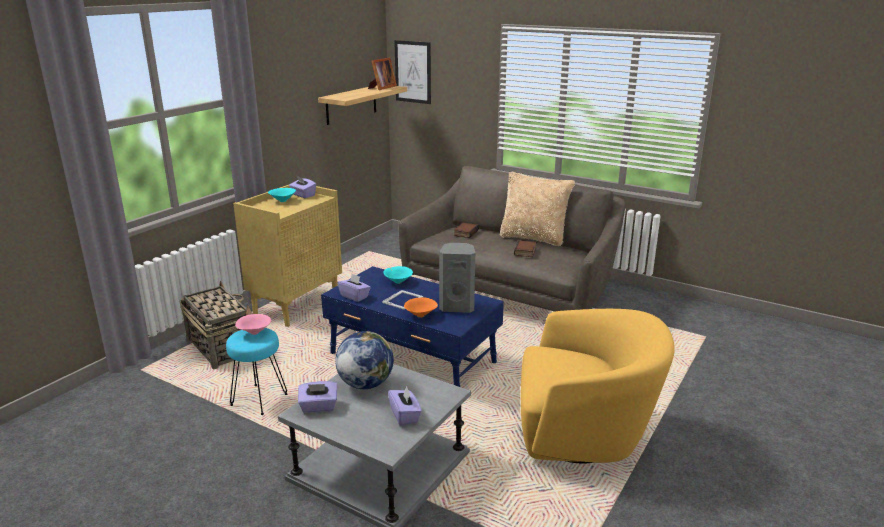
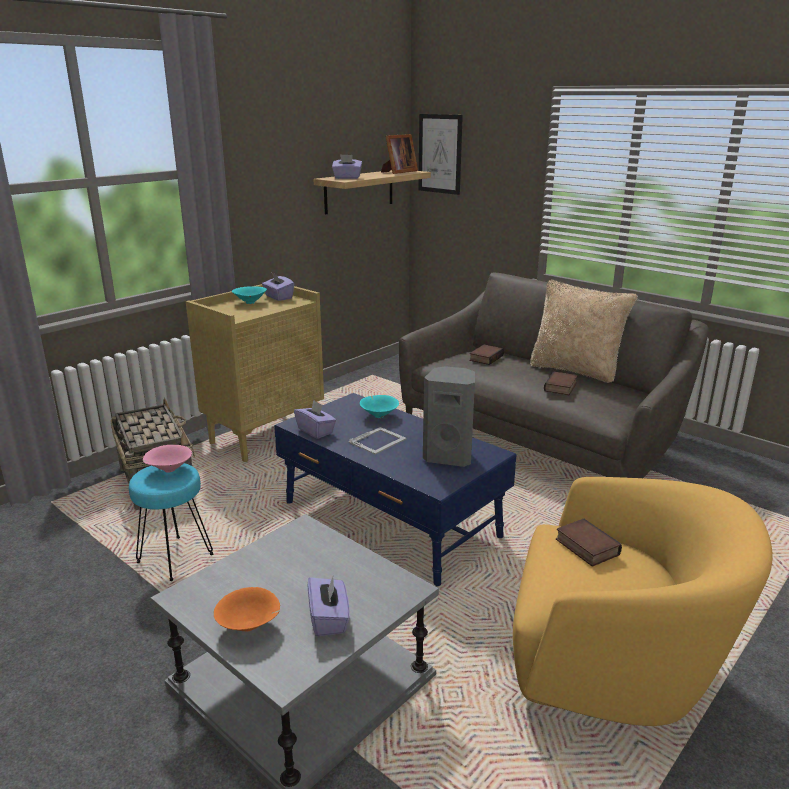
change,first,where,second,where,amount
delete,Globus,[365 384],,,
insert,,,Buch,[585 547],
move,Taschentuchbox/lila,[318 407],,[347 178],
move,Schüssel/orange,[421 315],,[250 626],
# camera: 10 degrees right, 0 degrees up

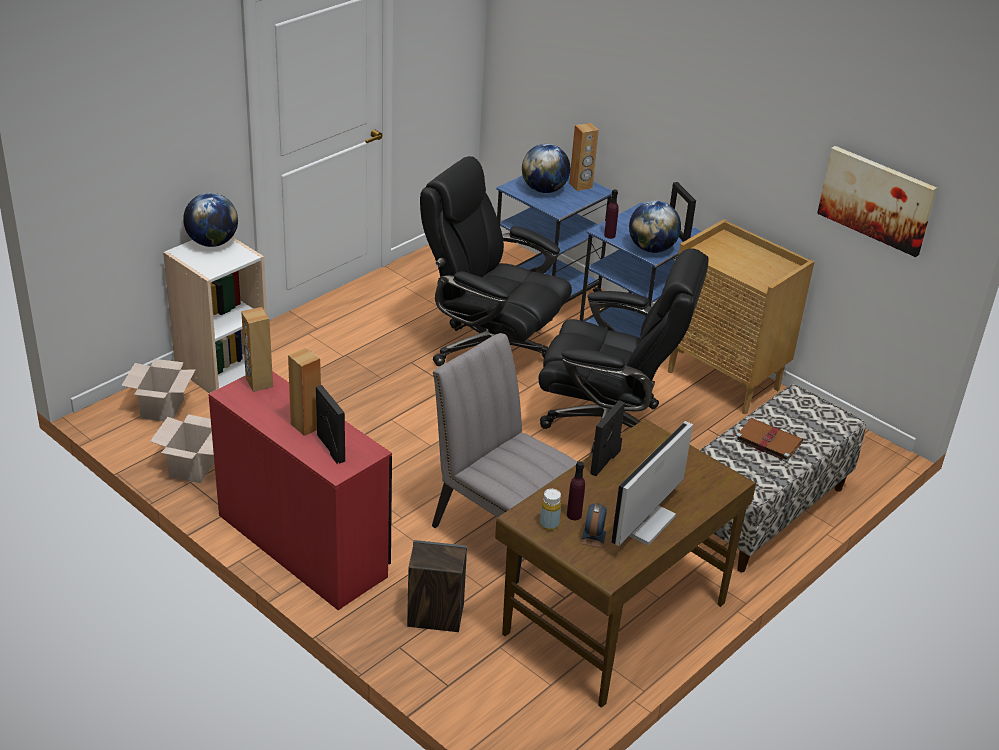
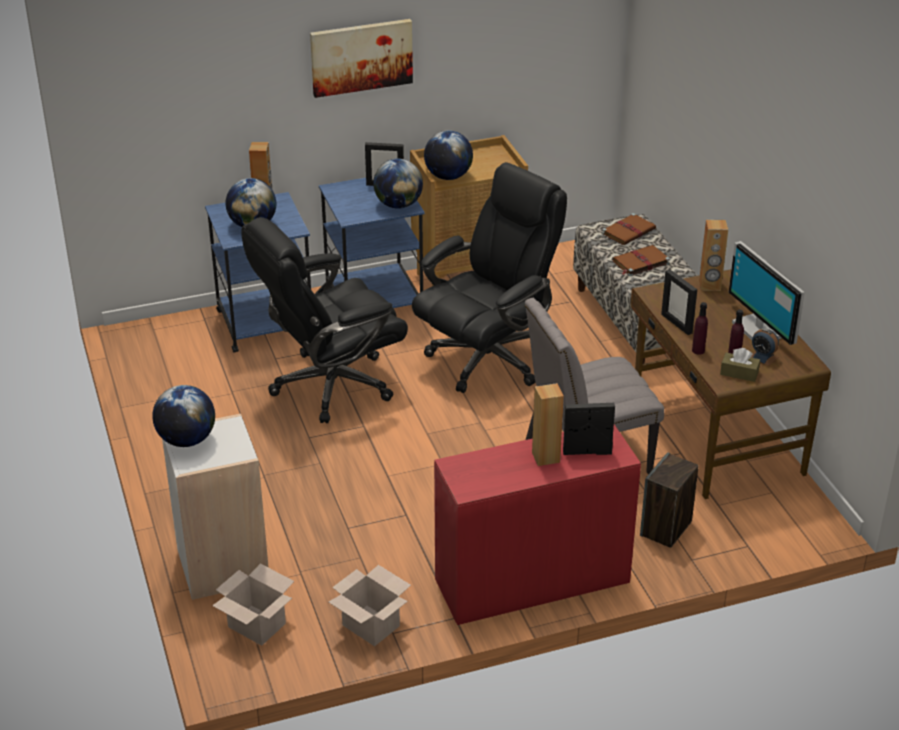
change,first,where,second,where,amount
insert,,,Globus,[448 177],
insert,,,Buch/braun,[629 231],
move,Lautsprecher/braun,[259 383],,[710 286],
move,Flasche/lila,[609 235],,[698 350],
move,Bild,[876 199],,[361 57],
replace,Flasche/gelb,[549 524],Taschentuchbox/braun,[739 373],
# camera: 60 degrees left, 0 degrees up

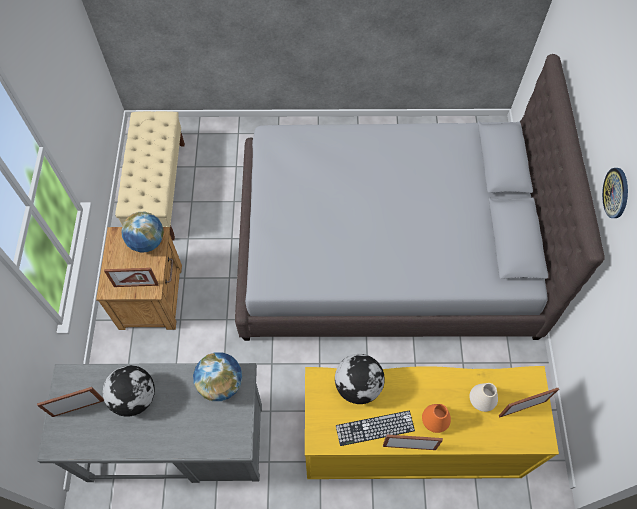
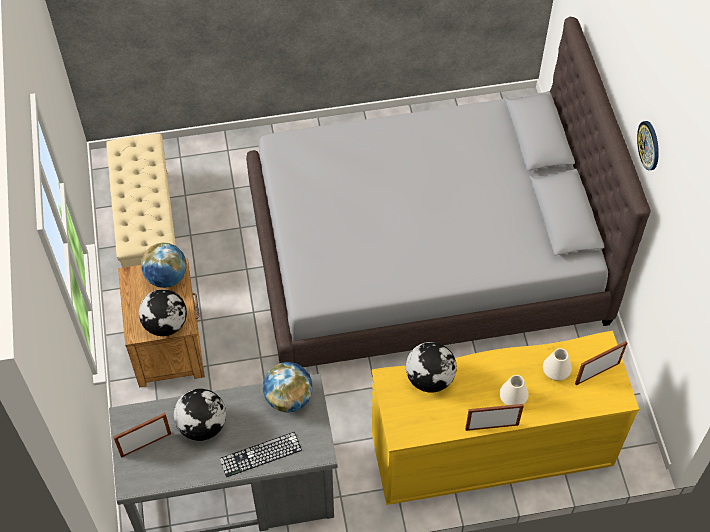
change,first,where,second,where,amount
move,Tastatur,[375 428],,[260 454],
replace,Bilderrahmen,[136 285],Globus,[166 324],
recolor,Vase/orange,[434 421],Vase/weiß,[512 398],
# camera: 10 degrees left, 5 degrees down

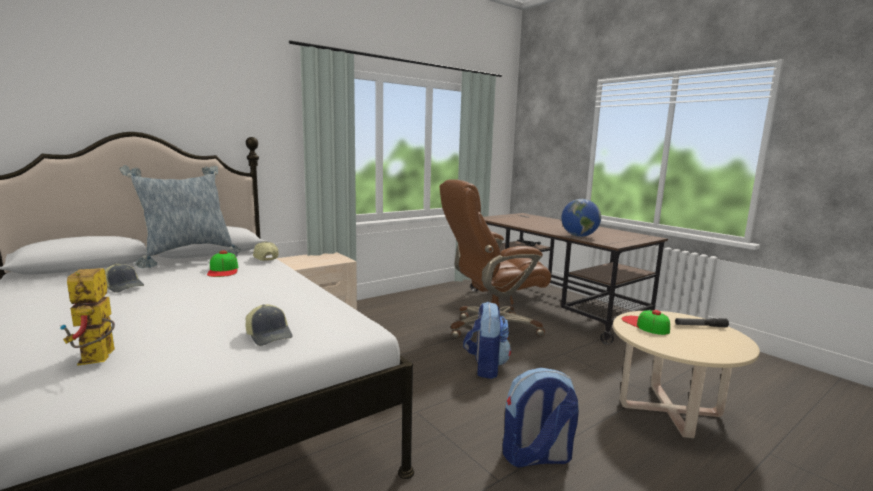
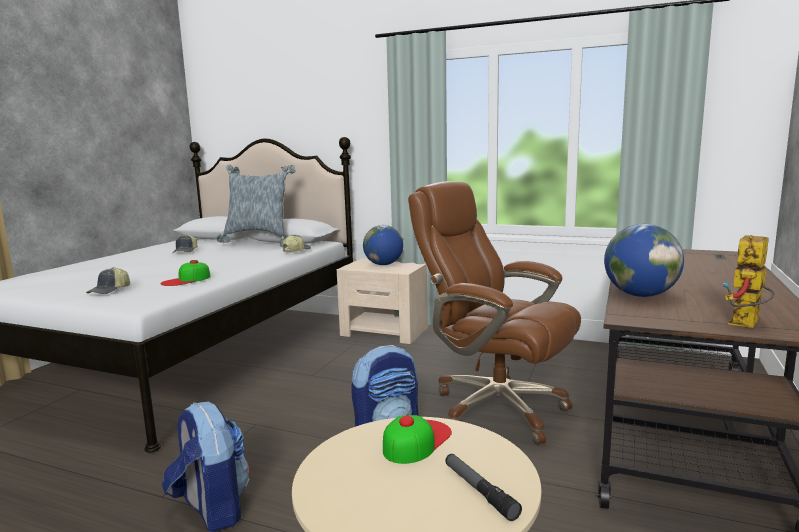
change,first,where,second,where,amount
insert,,,Globus,[383 264],
move,Spielzeugroboter,[98 360],,[746 325],
move,Kappe,[223 270],,[186 280],
# camera: 60 degrees right, 0 degrees up

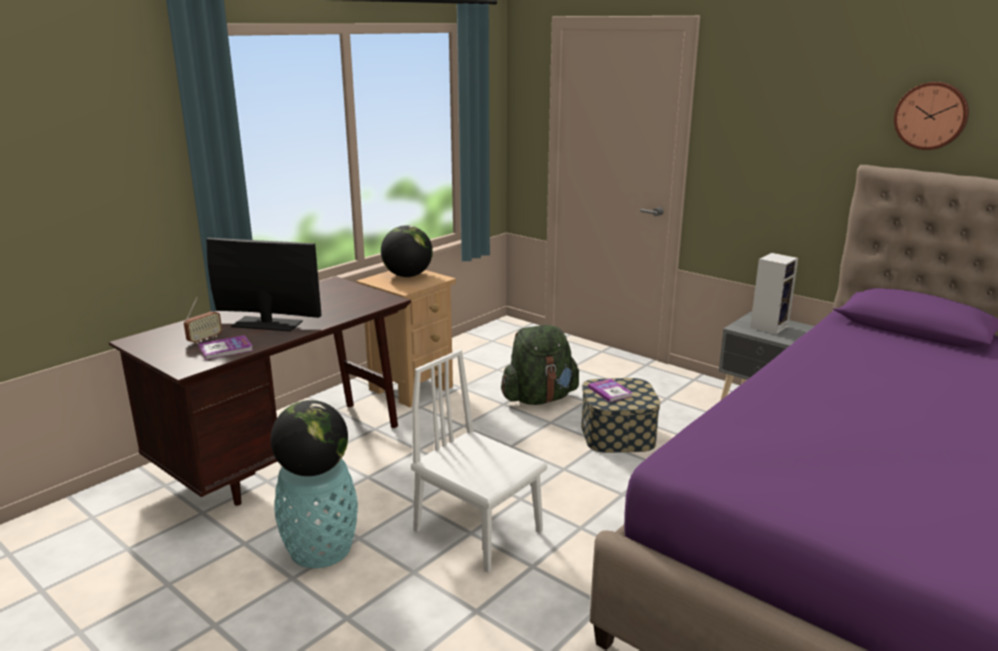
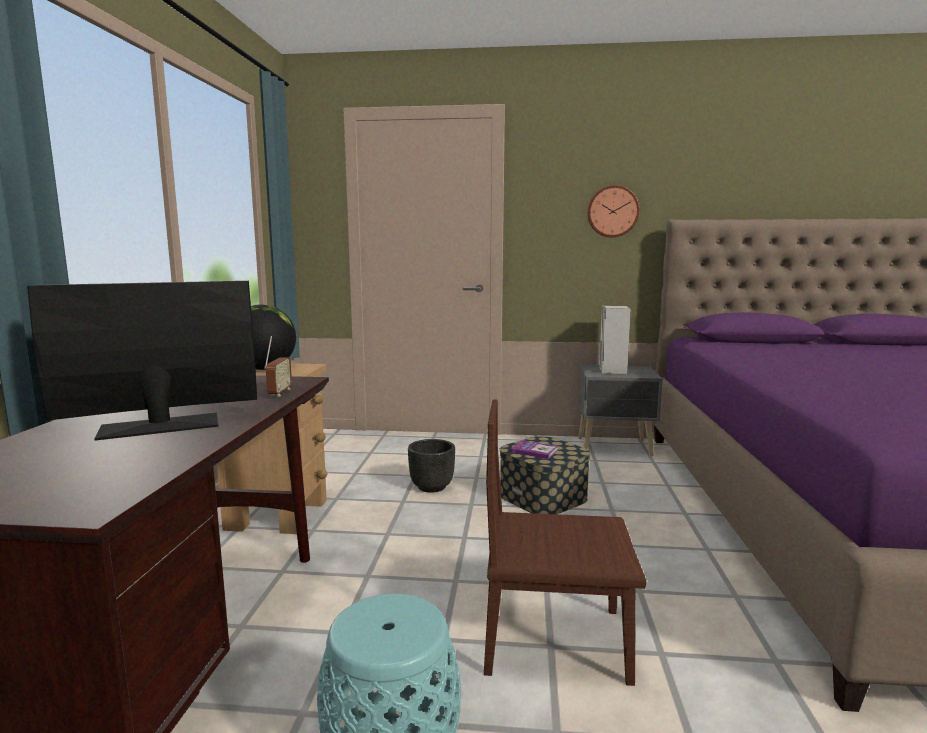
change,first,where,second,where,amount
delete,Buch,[226 349],,,
delete,Globus,[312 470],,,
move,Radio,[204 339],,[279 392],
move,Wanduhr,[931 115],,[612 211],
replace,Rucksack/grün,[539 398],Pflanzkübel/schwarz,[431 487],
recolor,Stuhl/weiß,[478 531],Stuhl/braun,[555 640],
# camera: 35 degrees left, 10 degrees down

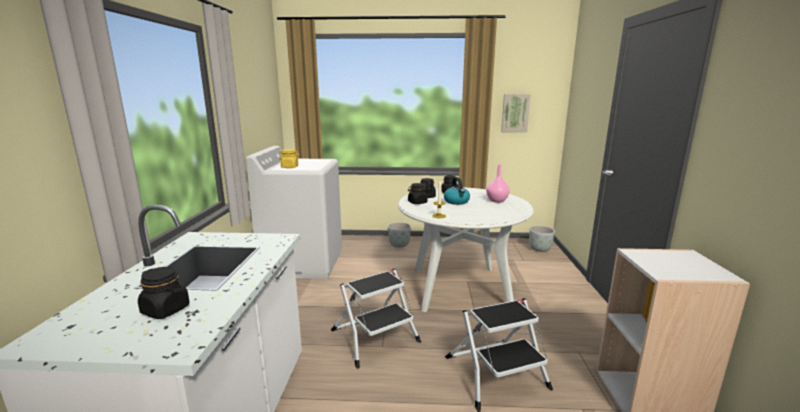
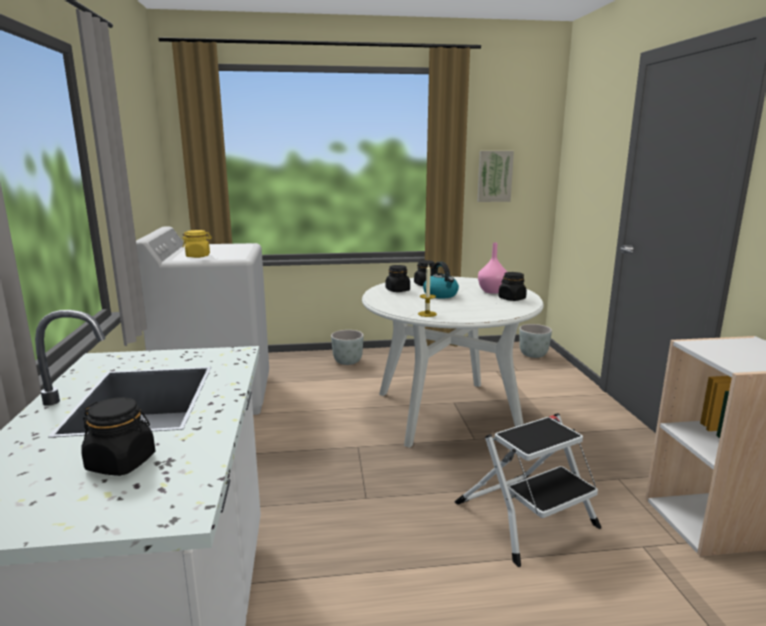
change,first,where,second,where,amount
delete,Trittleiter,[374 337],,,
move,Vorratsglas/schwarz,[417 202],,[511 299],
# camera: 10 degrees left, 0 degrees up

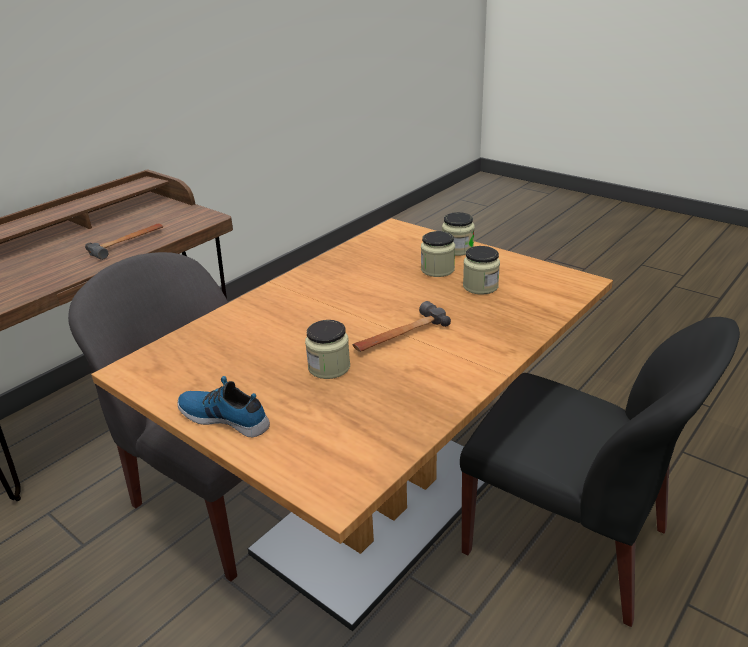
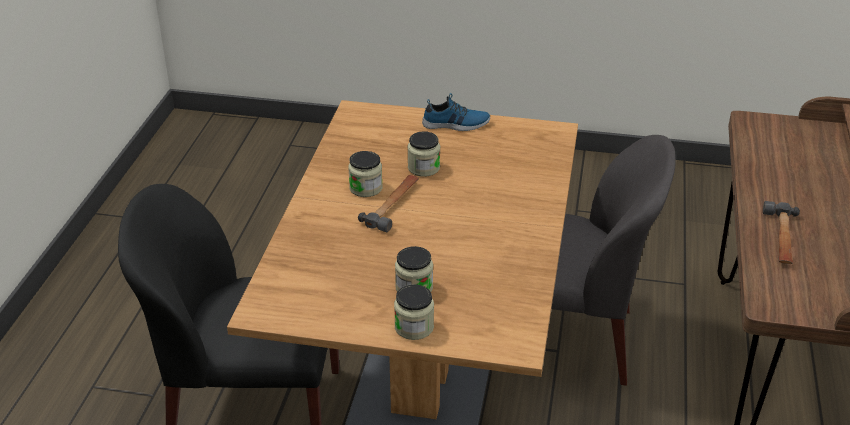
change,first,where,second,where,amount
move,Vorratsglas,[480 286],,[366 188],
# camera: 150 degrees right, 5 degrees up

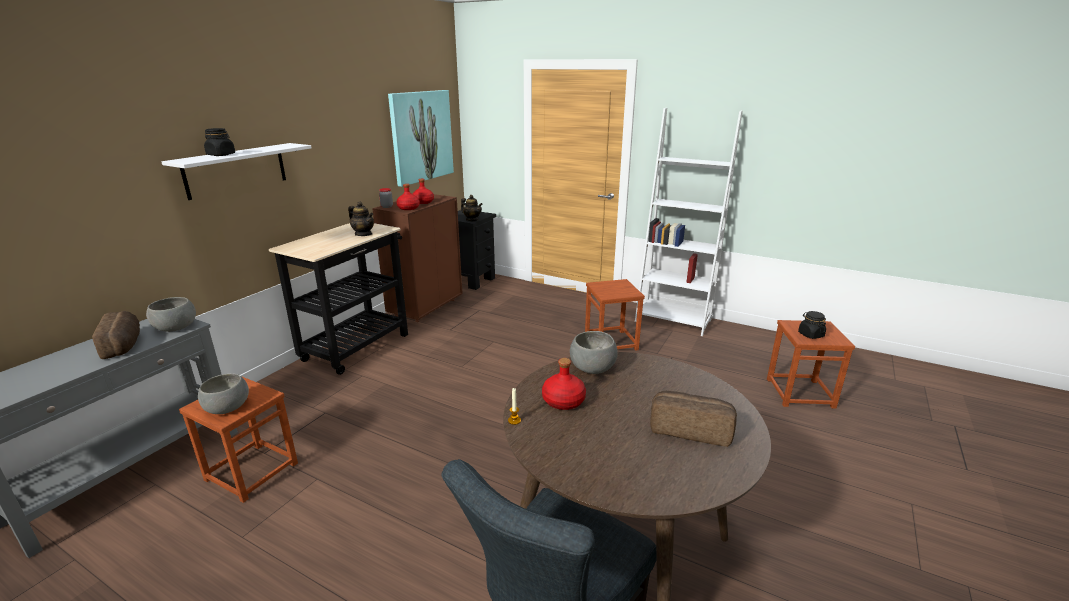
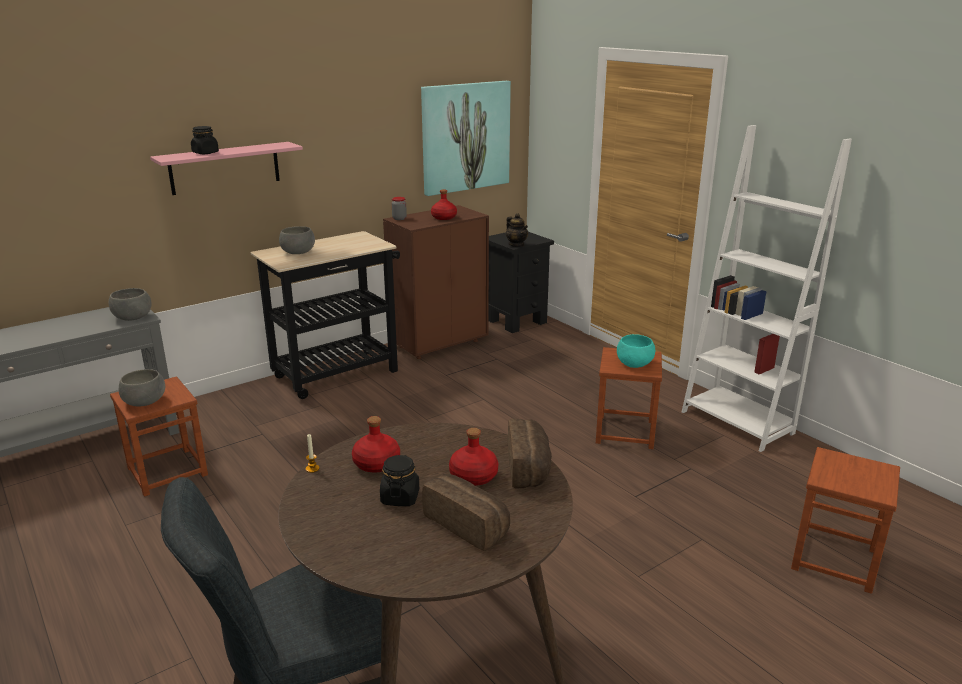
change,first,where,second,where,amount
delete,Teekanne,[363 234],,,
insert,,,Schüssel/türkis,[634 363],
move,Brot,[124 345],,[529 468],
move,Flasche/rot,[408 208],,[473 476],
move,Schüssel/grau,[593 368],,[297 252],
move,Vorratsglas/schwarz,[810 335],,[400 497],
recolor,Wandregal/weiß,[236 170],Wandregal/rosa,[225 168],
# camera: 25 degrees right, 0 degrees up

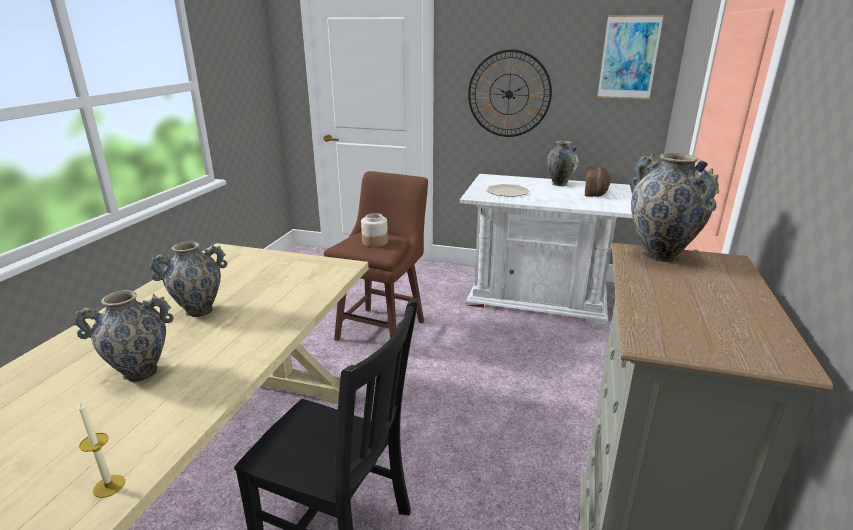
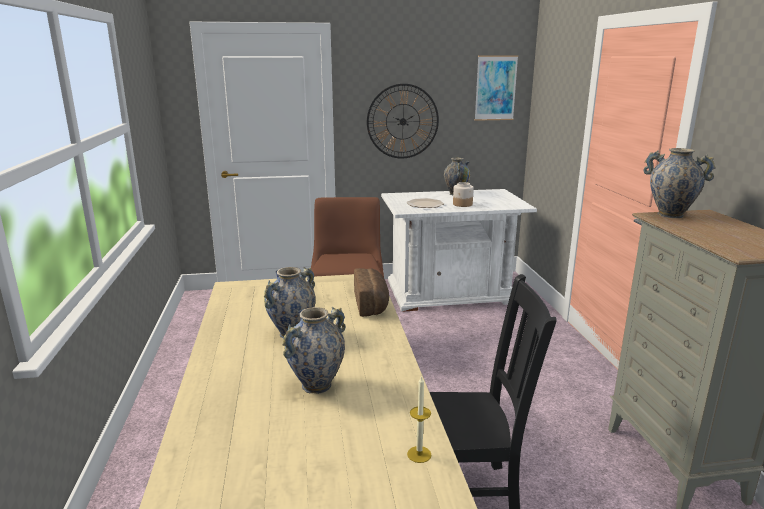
change,first,where,second,where,amount
move,Vorratsglas,[374 242],,[462 204],
move,Brot,[596 192],,[372 304],
# camera: 25 degrees left, 5 degrees down

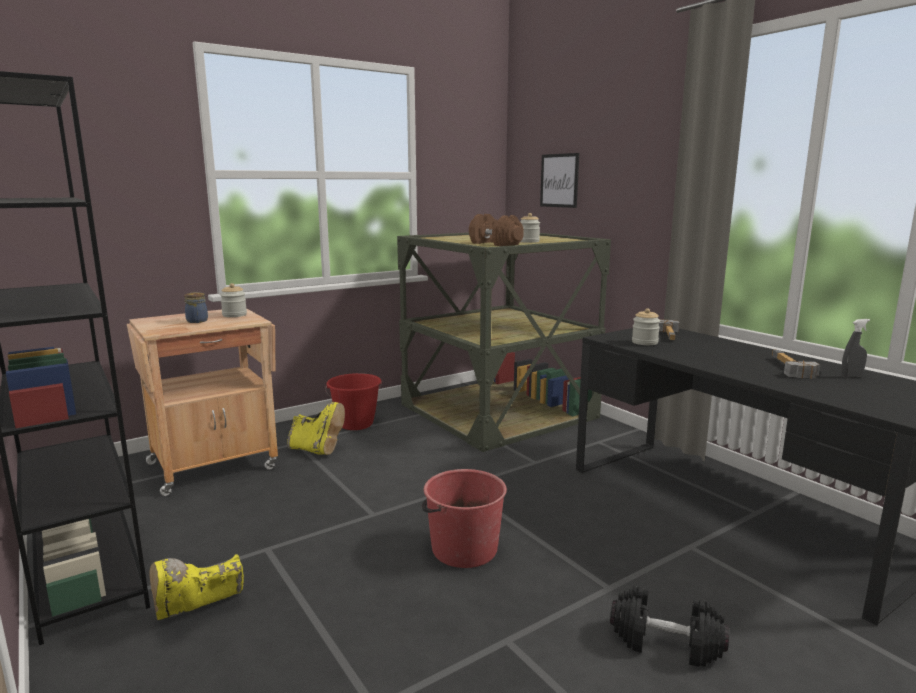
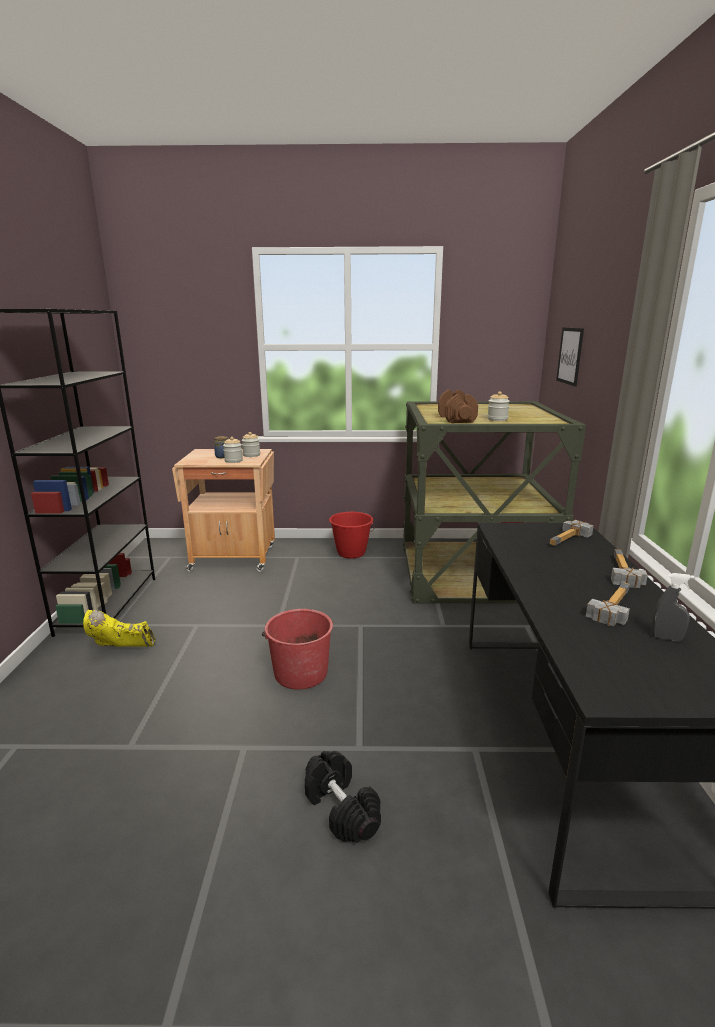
change,first,where,second,where,amount
delete,Stiefel/gelb,[317 450],,,
insert,,,Hammer,[619 572],
move,Vorratsglas,[644 342],,[233 461],
# camera: 35 degrees right, 5 degrees up

